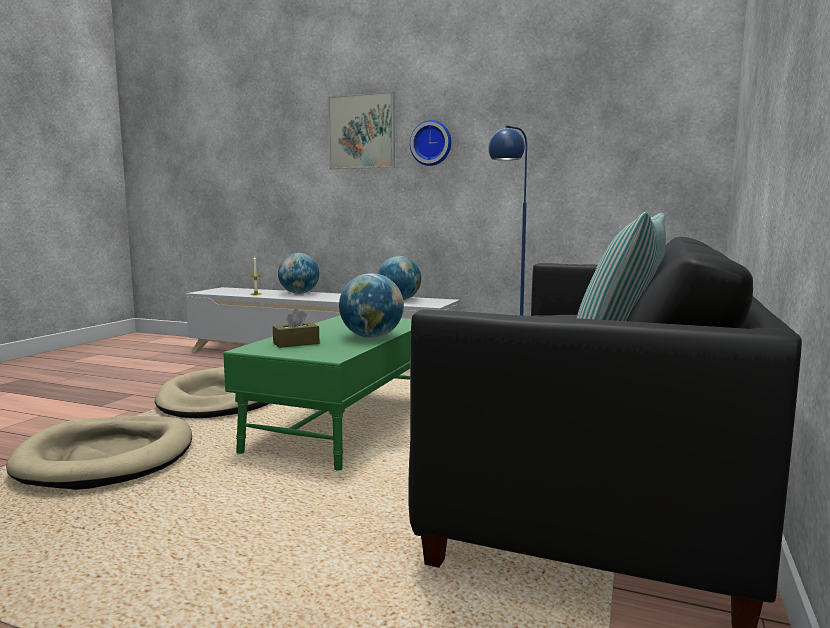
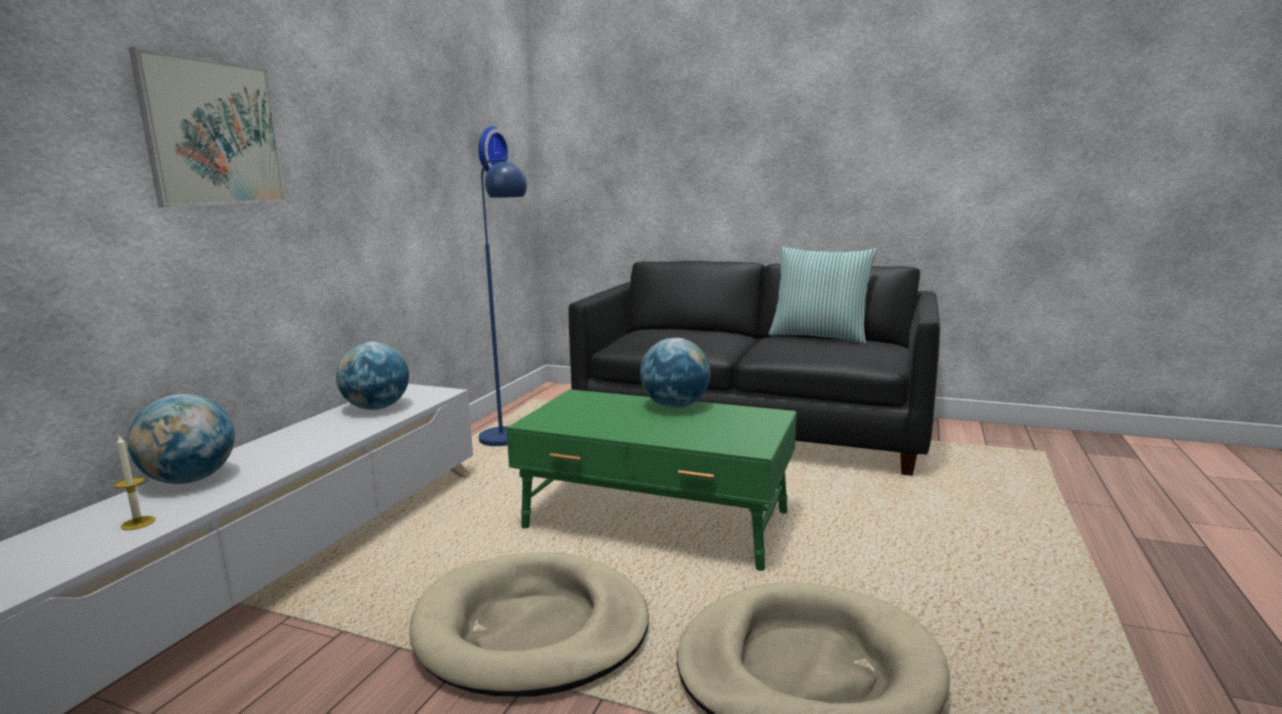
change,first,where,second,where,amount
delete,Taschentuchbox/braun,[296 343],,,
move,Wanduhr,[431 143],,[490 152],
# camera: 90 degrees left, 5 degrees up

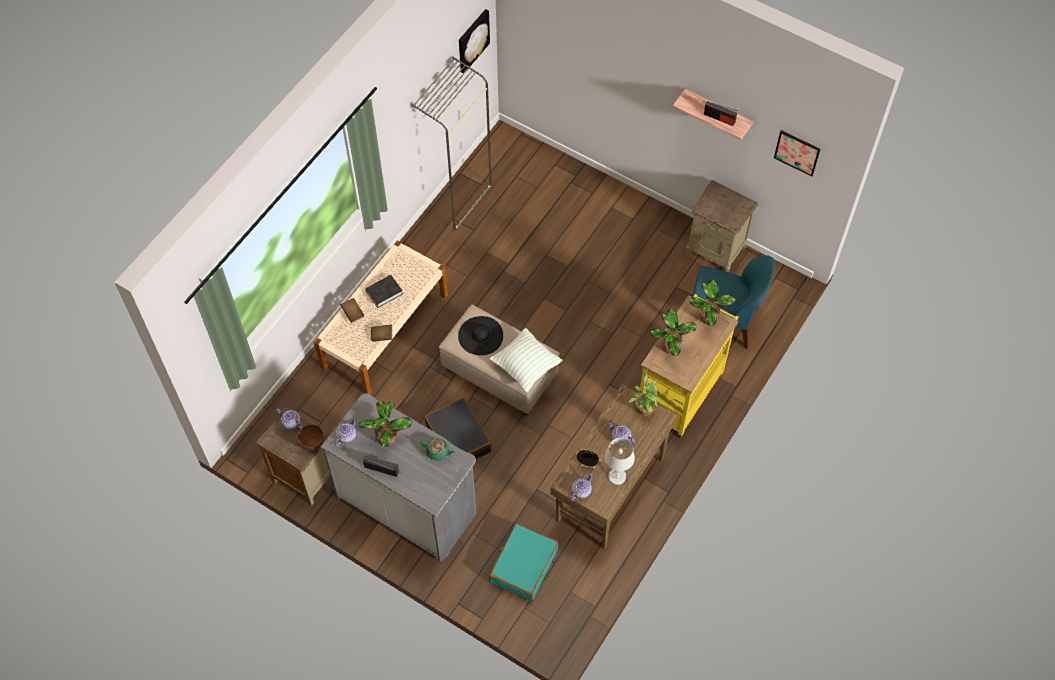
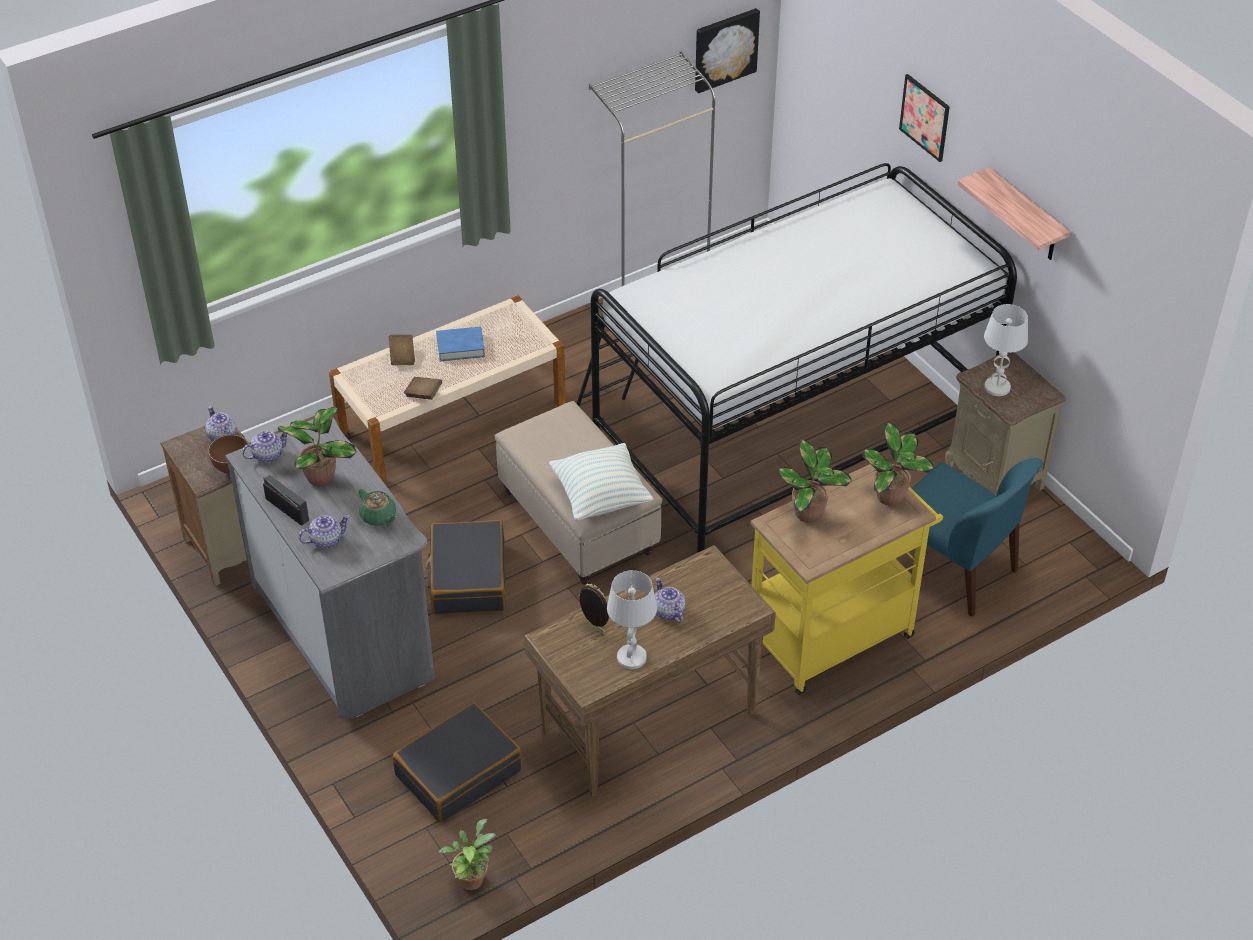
change,first,where,second,where,amount
delete,Hut/schwarz,[480 335],,,
delete,Radio,[719 118],,,
insert,,,Bett/schwarz,[785 448],
insert,,,Tischlampe/weiß,[997 387],
move,Teekanne,[581 491],,[325 540],
move,Topfpflanze,[644 408],,[471 877],
move,Bild,[797 152],,[925 117],
recolor,Buch/schwarz,[384 292],Buch/blau,[460 347],
recolor,Koffer/türkis,[523 566],Koffer/schwarz,[458 772],
# camera: 25 degrees right, 15 degrees down

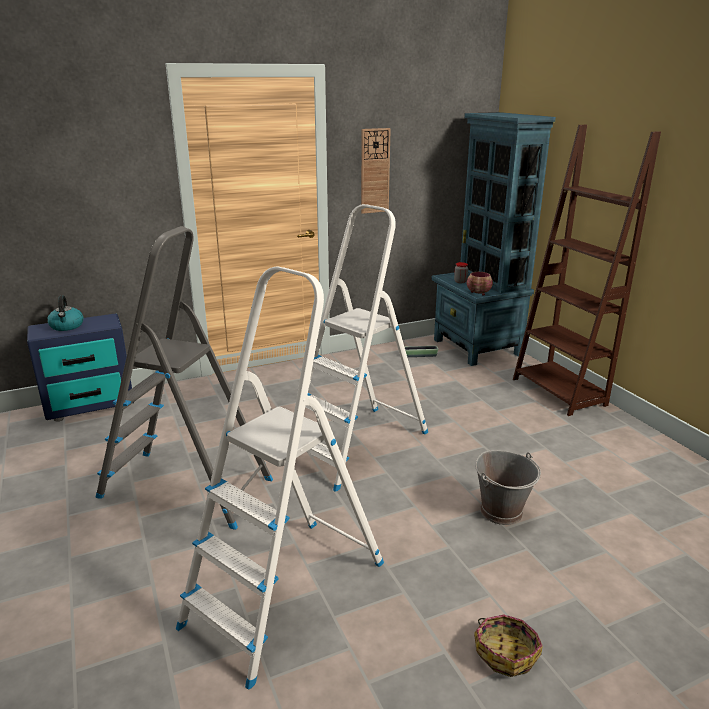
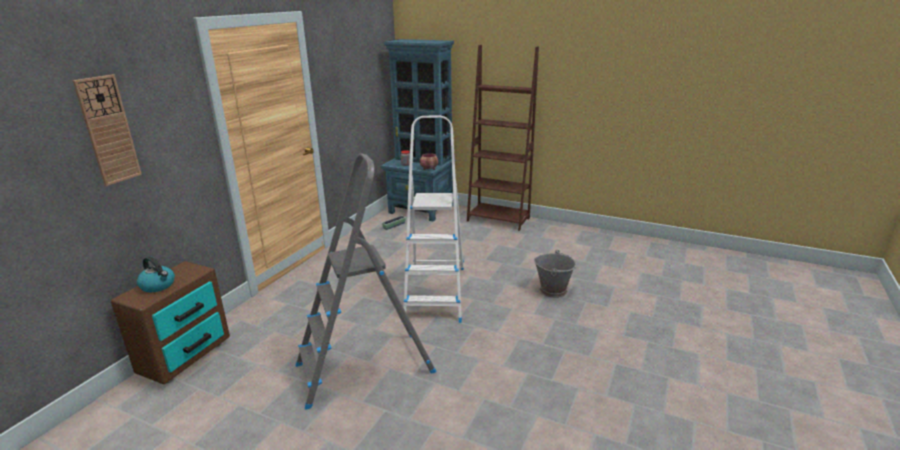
change,first,where,second,where,amount
delete,Trittleiter/weiß,[285 594],,,
delete,Korb,[506 652],,,
move,Wanduhr,[375 171],,[108 130],
recolor,Nachttisch/blau,[91 408],Nachttisch/braun,[187 359],
# camera: 40 degrees left, 0 degrees up

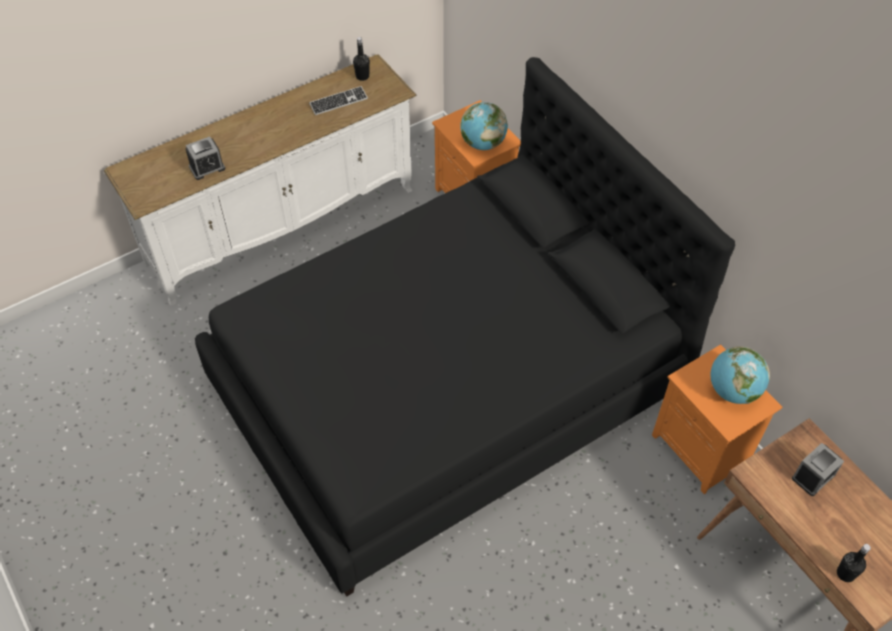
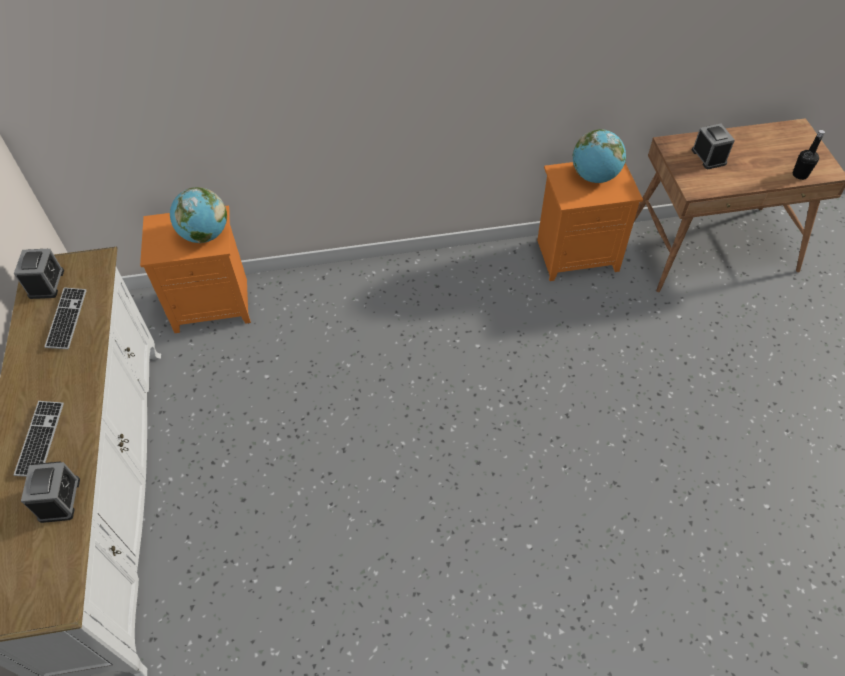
change,first,where,second,where,amount
delete,Bett/schwarz,[447 386],,,
insert,,,Tastatur,[40 439],
replace,Flasche/schwarz,[362 76],Wecker,[46 283],
# camera: 65 degrees left, 0 degrees up

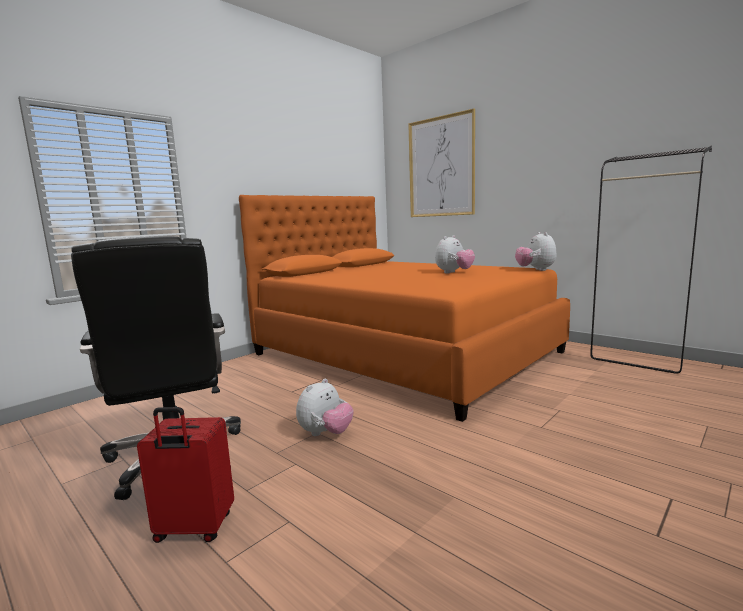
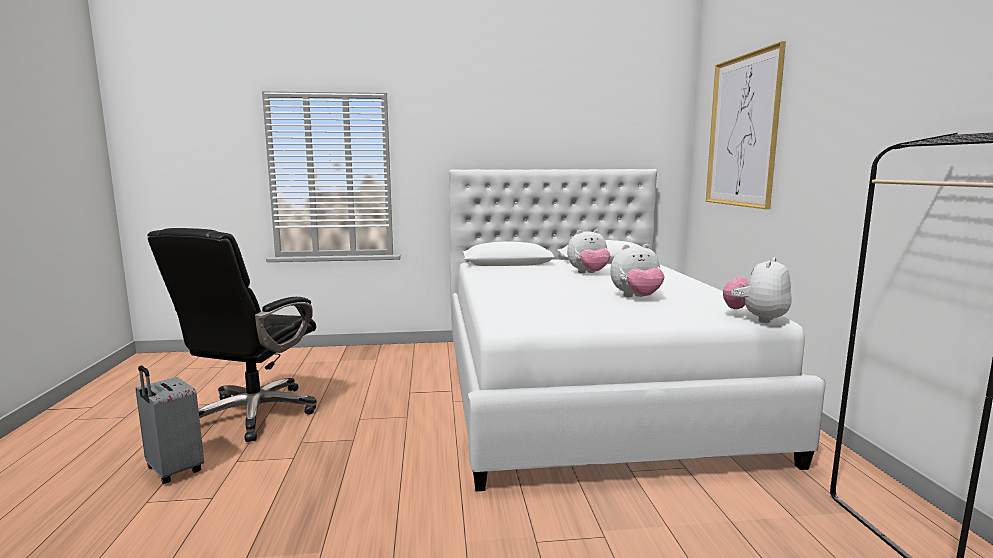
change,first,where,second,where,amount
move,Plüschtier,[325 433],,[588 273],
recolor,Koffer/rot,[194 529],Koffer/grau,[173 471],
recolor,Bett/orange,[403 353],Bett/weiß,[585 390],
# camera: 40 degrees right, 0 degrees up

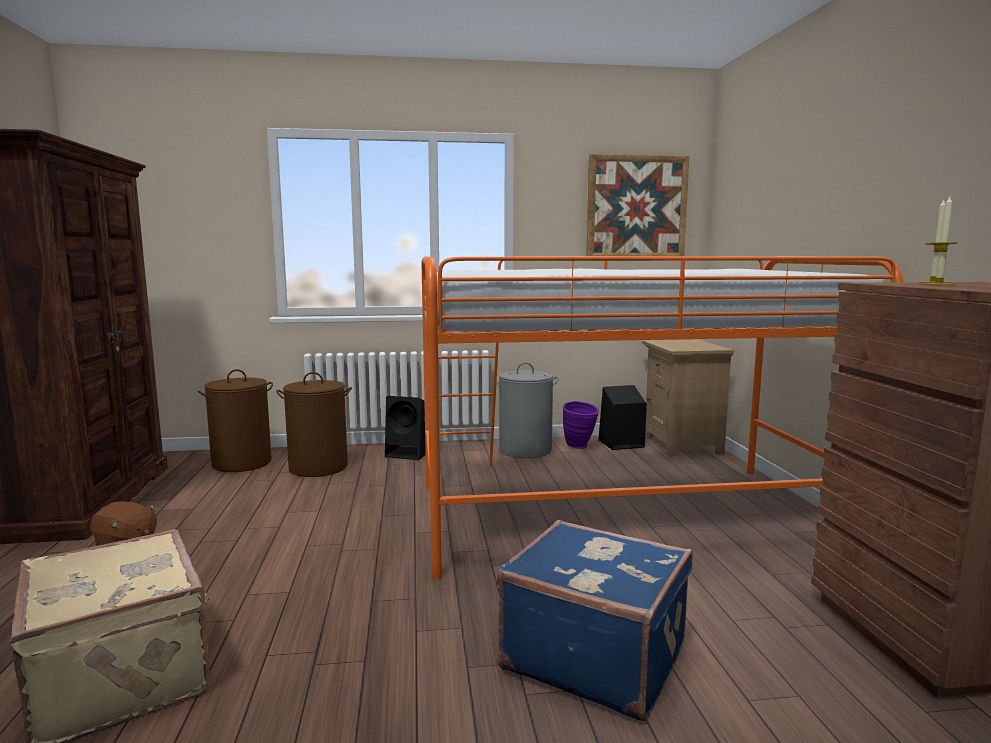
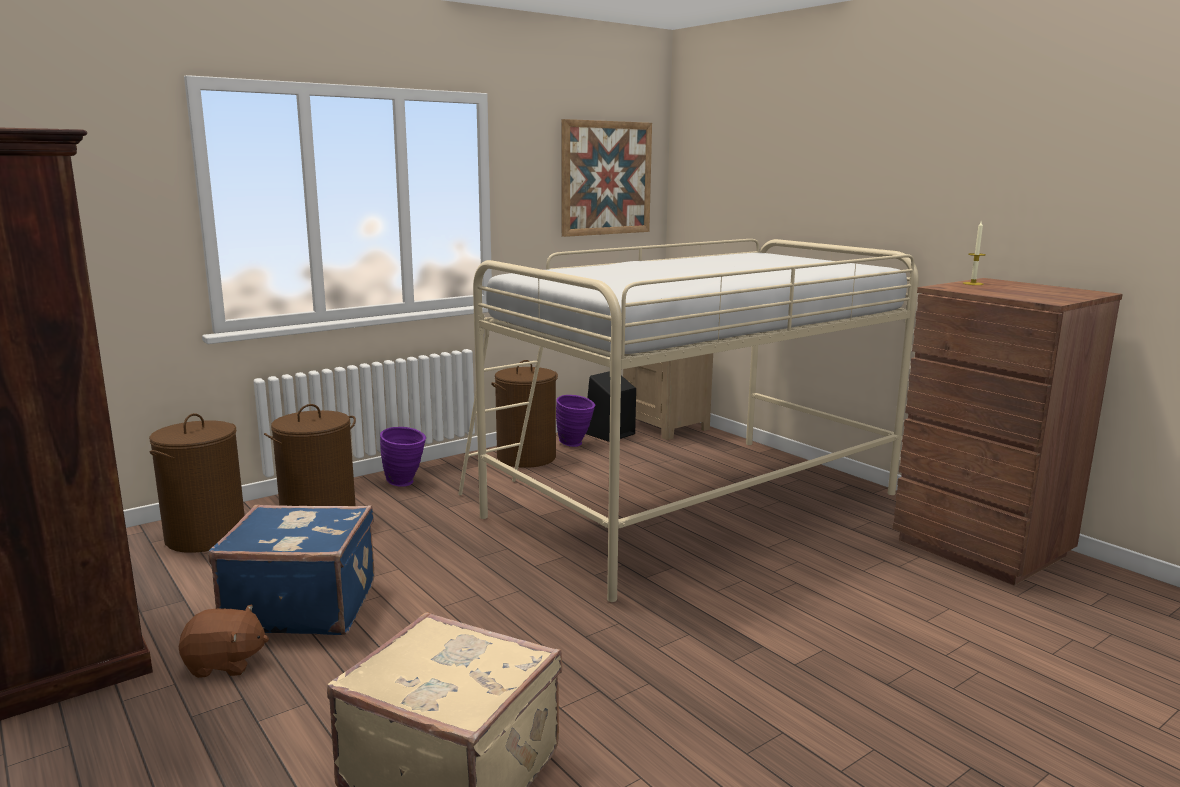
change,first,where,second,where,amount
delete,Kerze,[938 284],,,
move,Koffer/blau,[594 656],,[302 606],
replace,Lautsprecher/schwarz,[410 453],Vase/lila,[405 483],
recolor,Bett/orange,[616 513],Bett/beige,[688 505],
recolor,Wäschekorb/grau,[525 450],Wäschekorb/braun,[527 457],
# camera: 30 degrees left, 5 degrees up

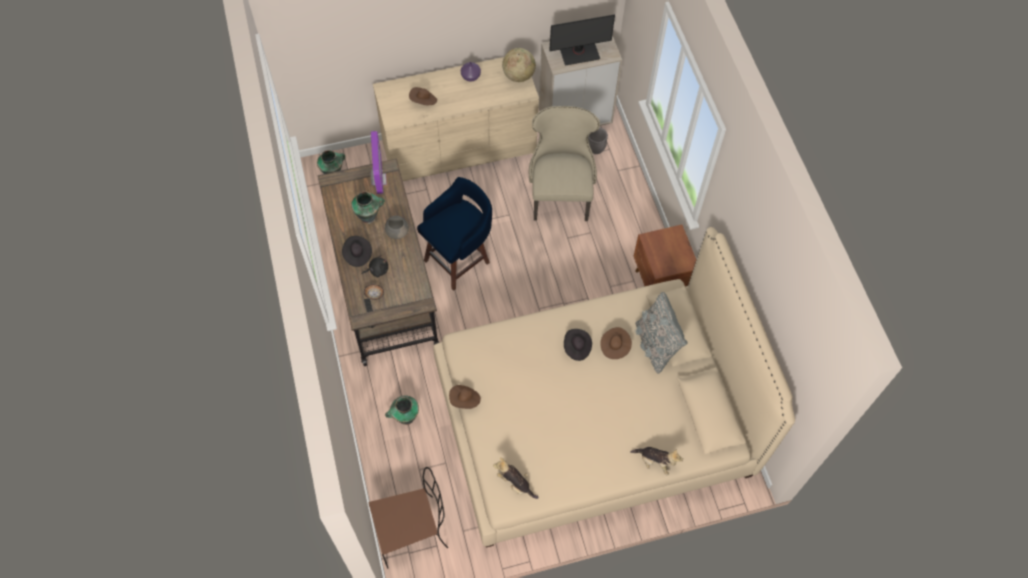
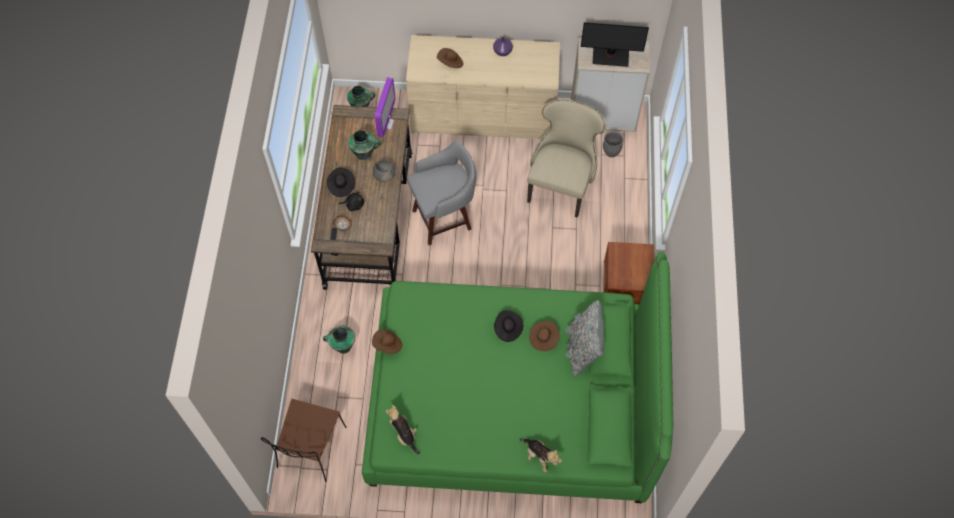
change,first,where,second,where,amount
delete,Globus,[518 75],,,
recolor,Hocker/blau,[459 260],Hocker/grau,[444 219],
recolor,Bett/beige,[593 420],Bett/grün,[511 403],
rotate,Stuhl/braun,[412 530],,[311 449],105 degrees clockwise
# camera: 20 degrees right, 0 degrees up

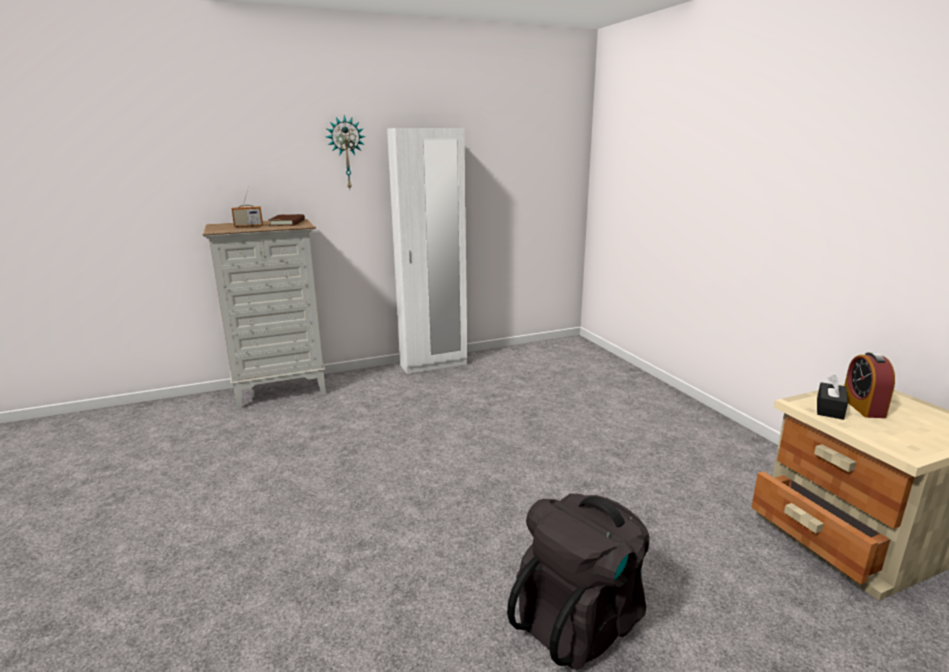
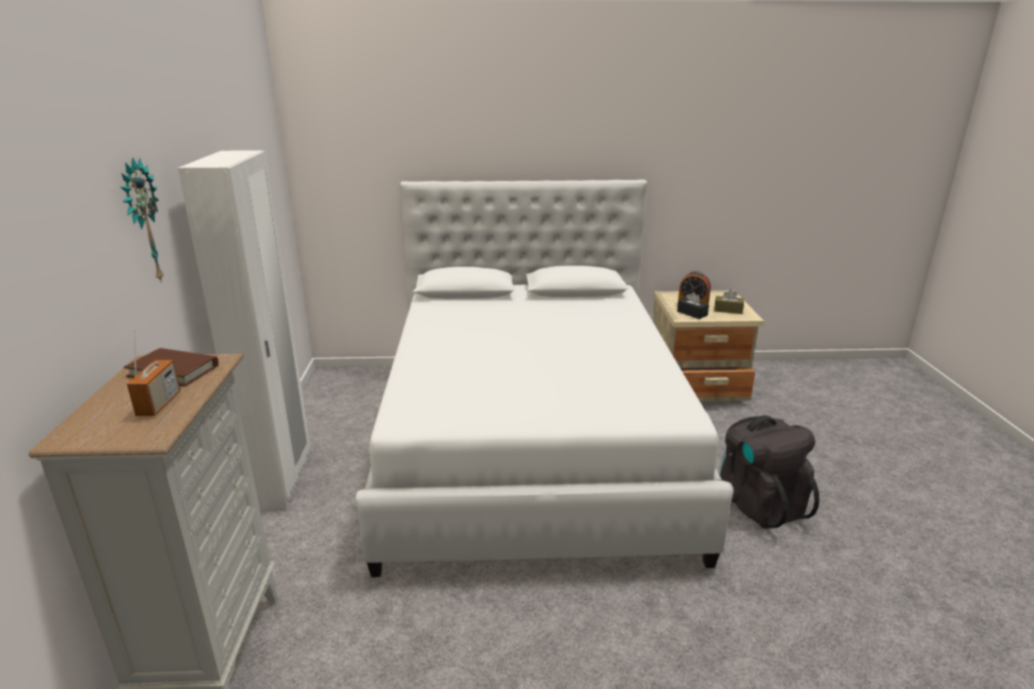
change,first,where,second,where,amount
insert,,,Bett/weiß,[531 445],
insert,,,Taschentuchbox/braun,[728 310],
# camera: 70 degrees left, 5 degrees up

